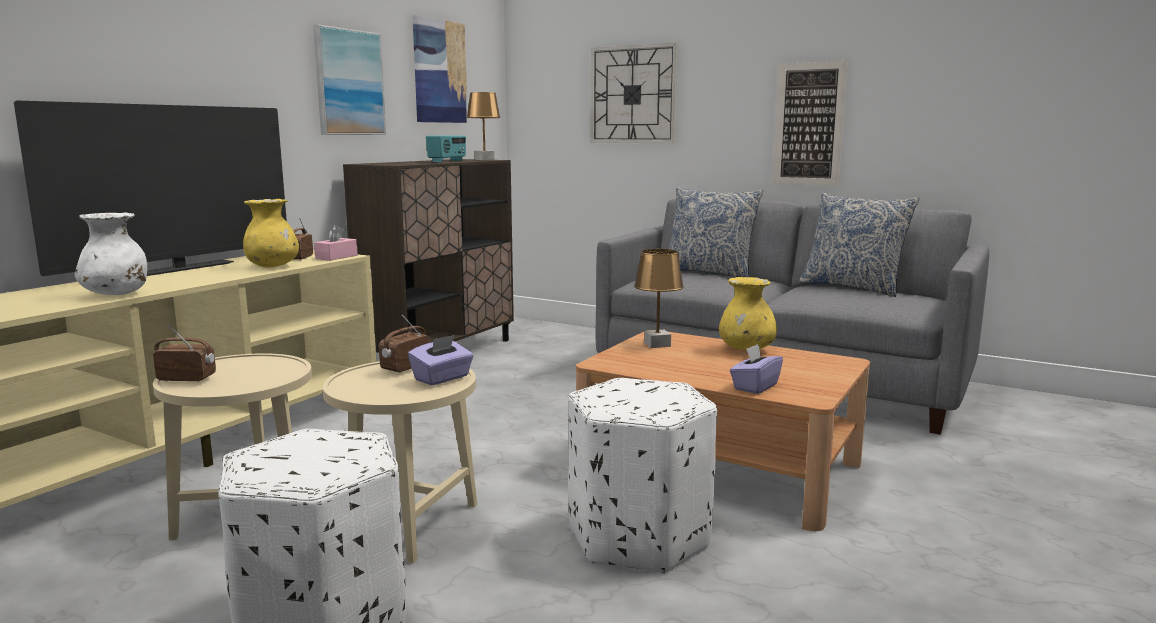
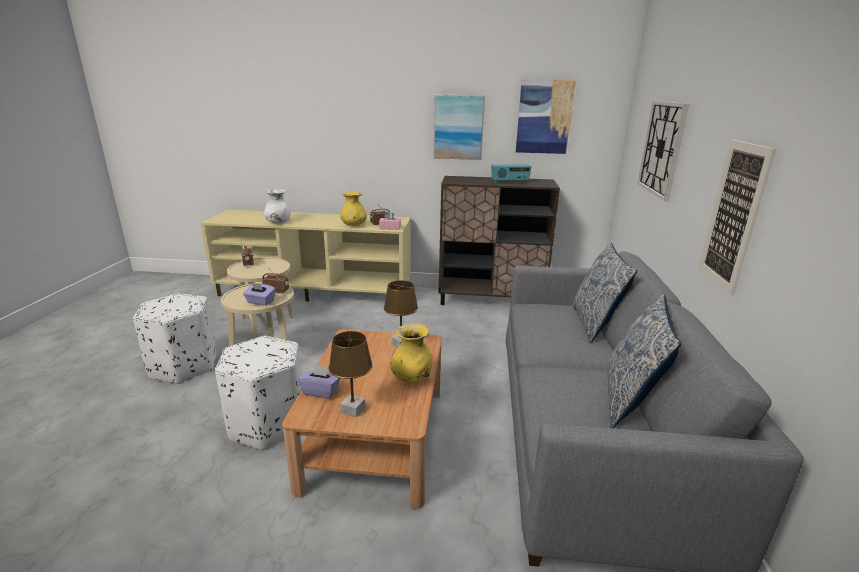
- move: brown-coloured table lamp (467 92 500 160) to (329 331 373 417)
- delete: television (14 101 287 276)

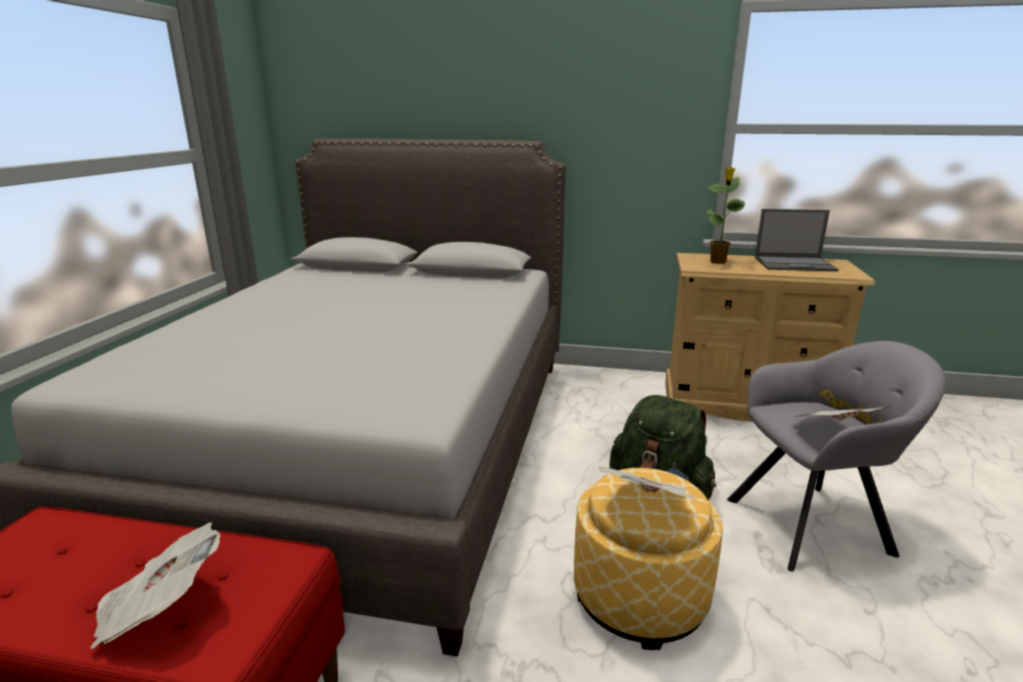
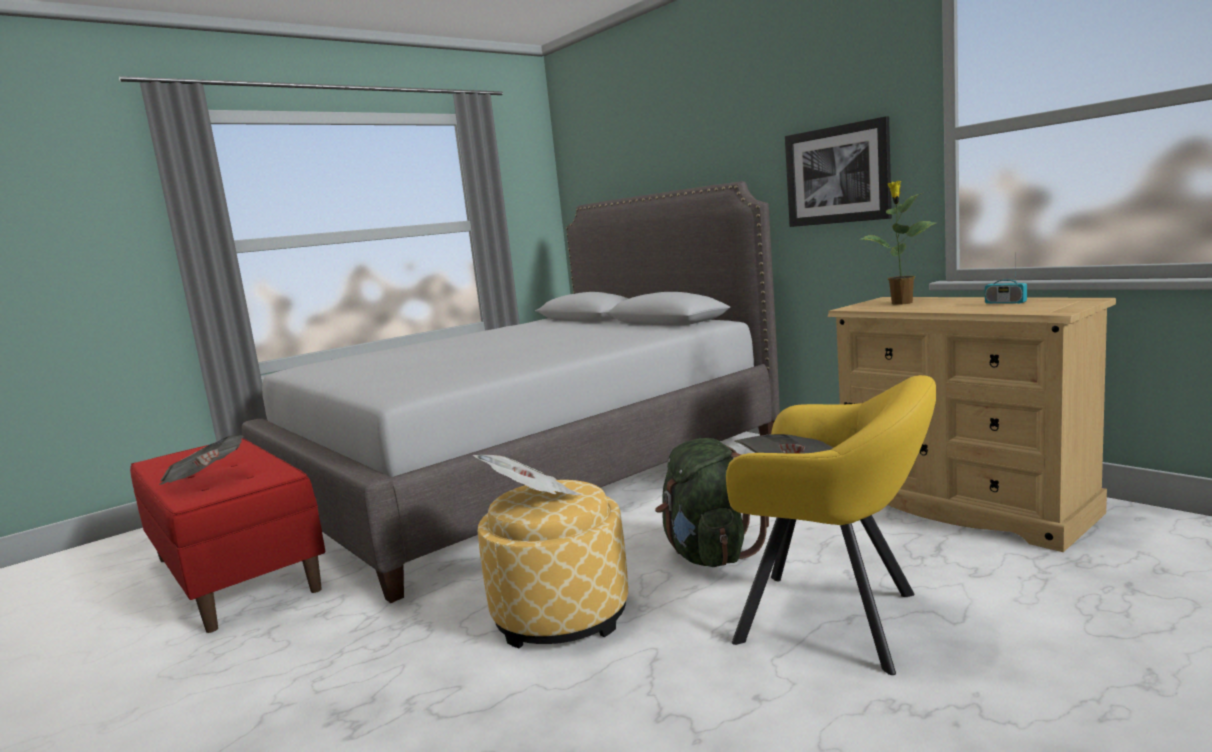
- replace: notebook computer (755 209 839 271) to radio (985 261 1027 304)
- recolor: greyish armchair (727 341 946 572) to yellow-coloured armchair (726 375 936 675)
- insert: wall picture (785 116 892 227)

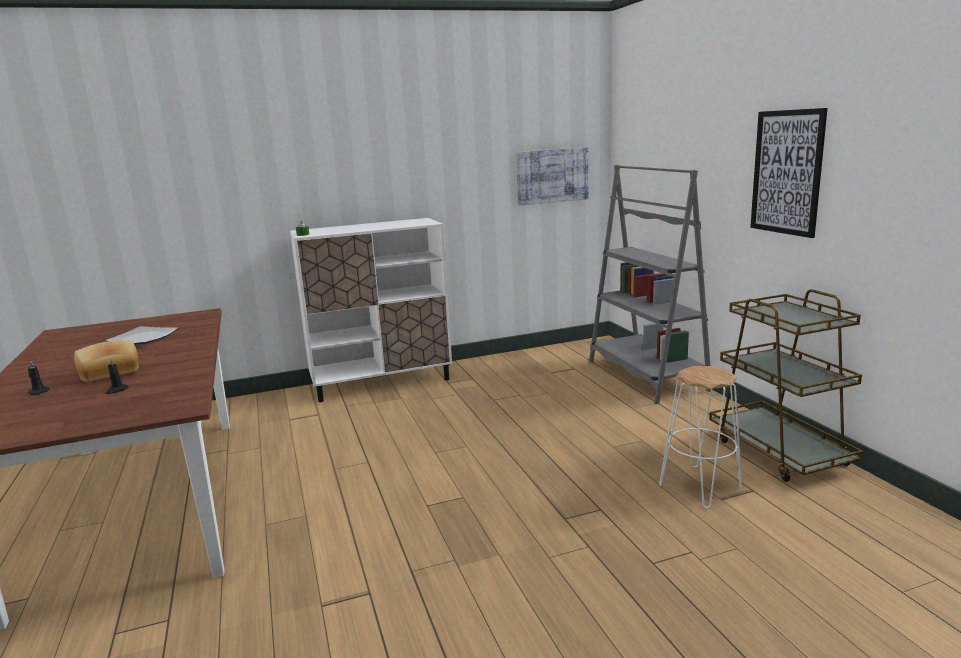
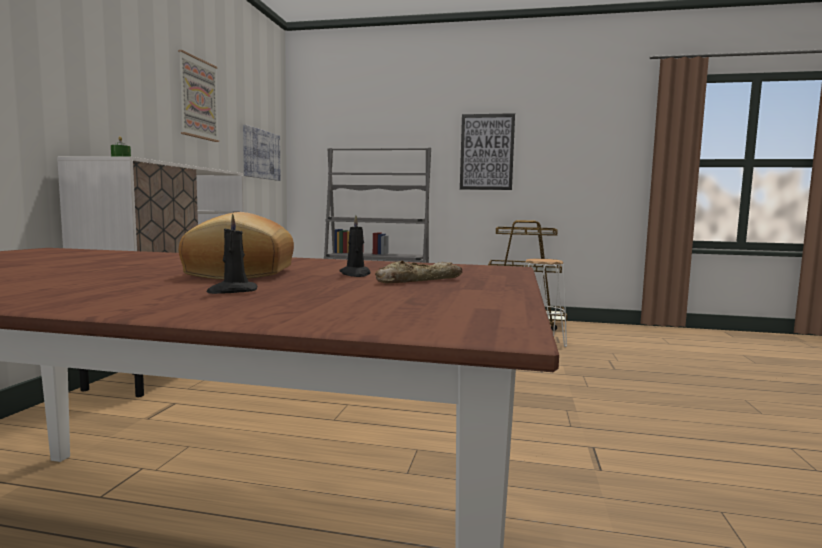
- delete: dinner plate (106 326 178 344)
- insert: wall picture (178 50 219 142)
- insert: bakery bread (375 261 462 283)

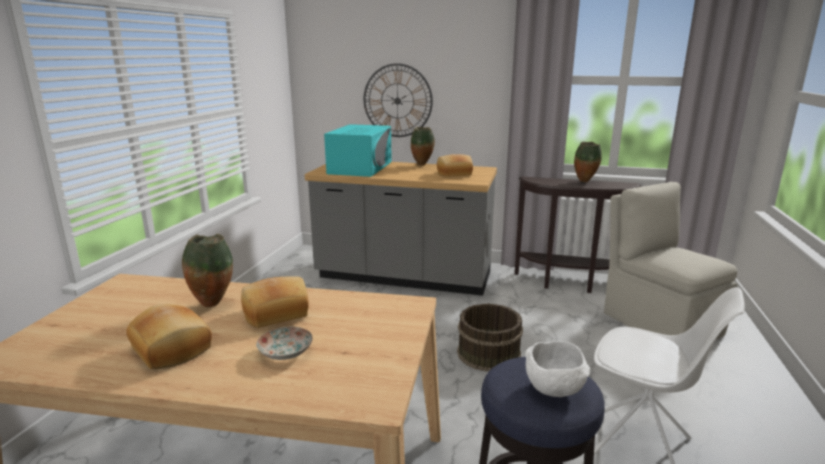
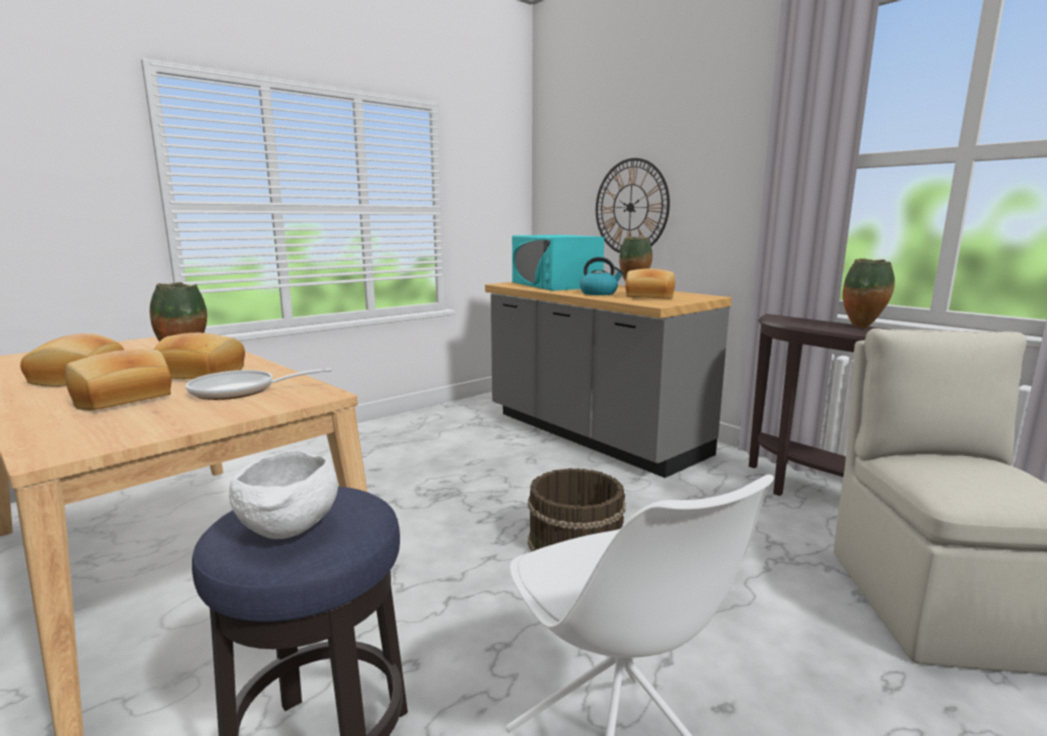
- rotate: turquoise-coloured kitchen microwave (324 124 392 177) = (512 235 604 291) 105 degrees clockwise
- replace: dinner plate (256 327 313 360) to bakery bread (65 350 172 410)
- insert: tea kettle (580 257 624 295)
- insert: frying pan (186 368 332 400)

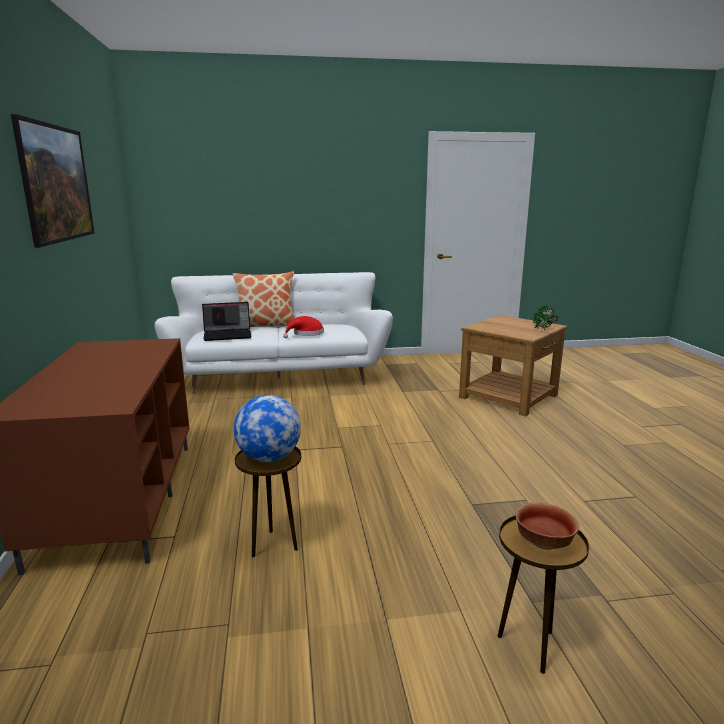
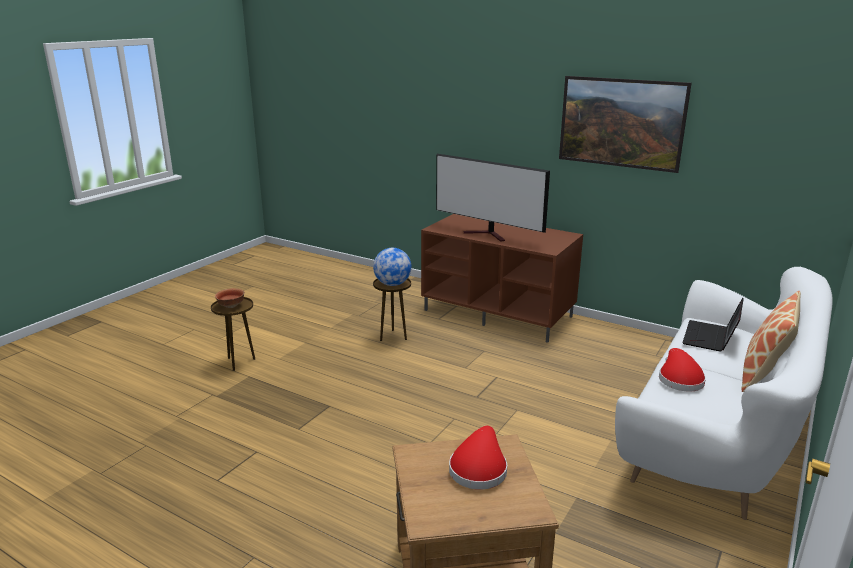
- delete: plant in a pot (533 305 559 330)
- insert: television (436 154 550 242)
- insert: red clothing hat (449 426 507 490)

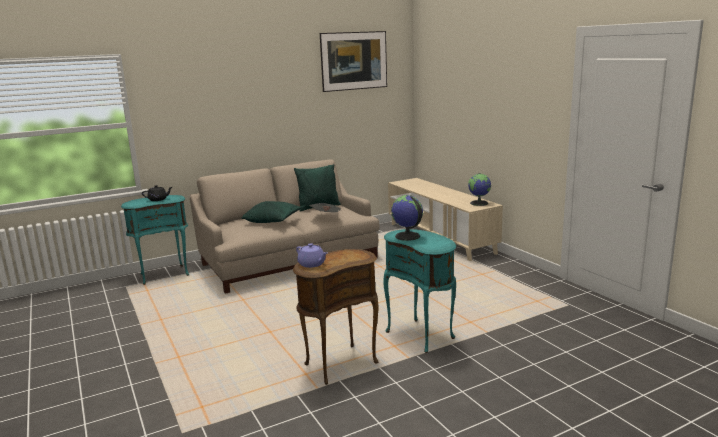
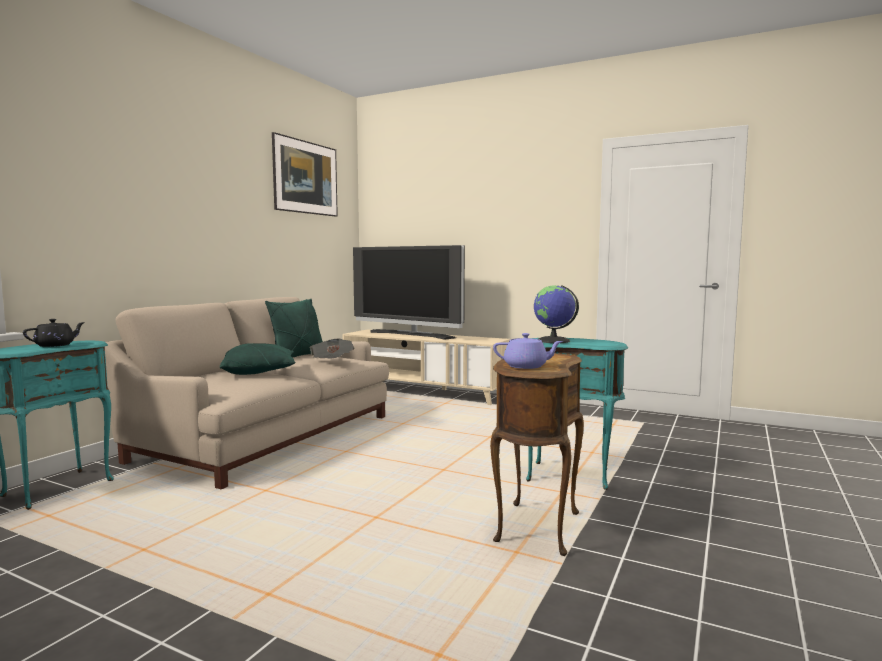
- delete: globe (468 173 491 206)
- insert: television (353 245 465 339)

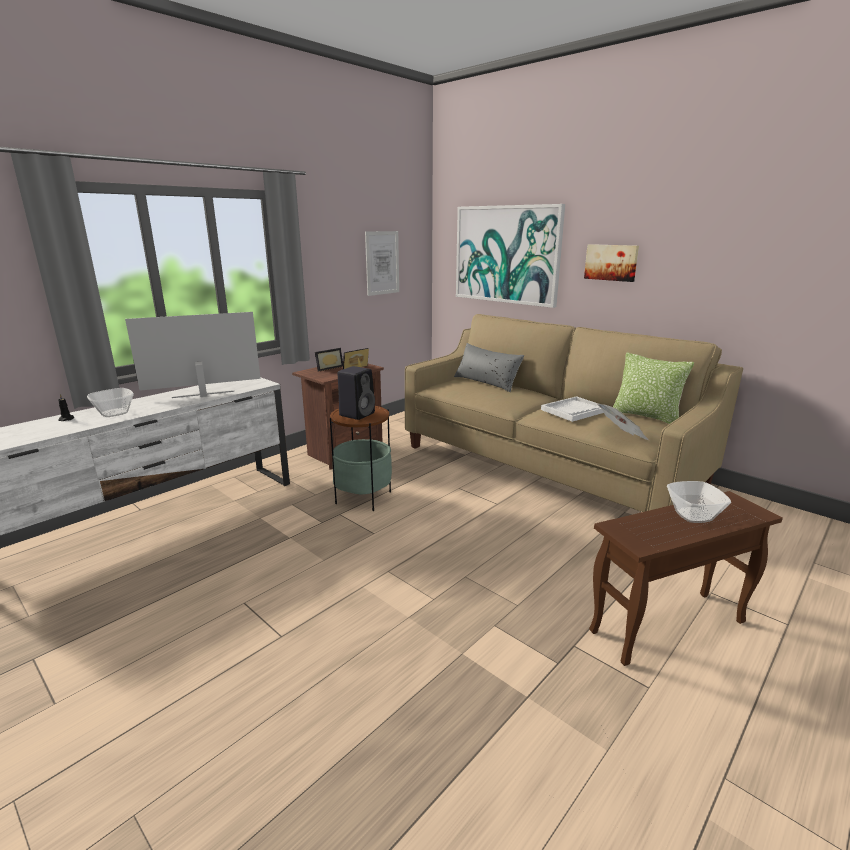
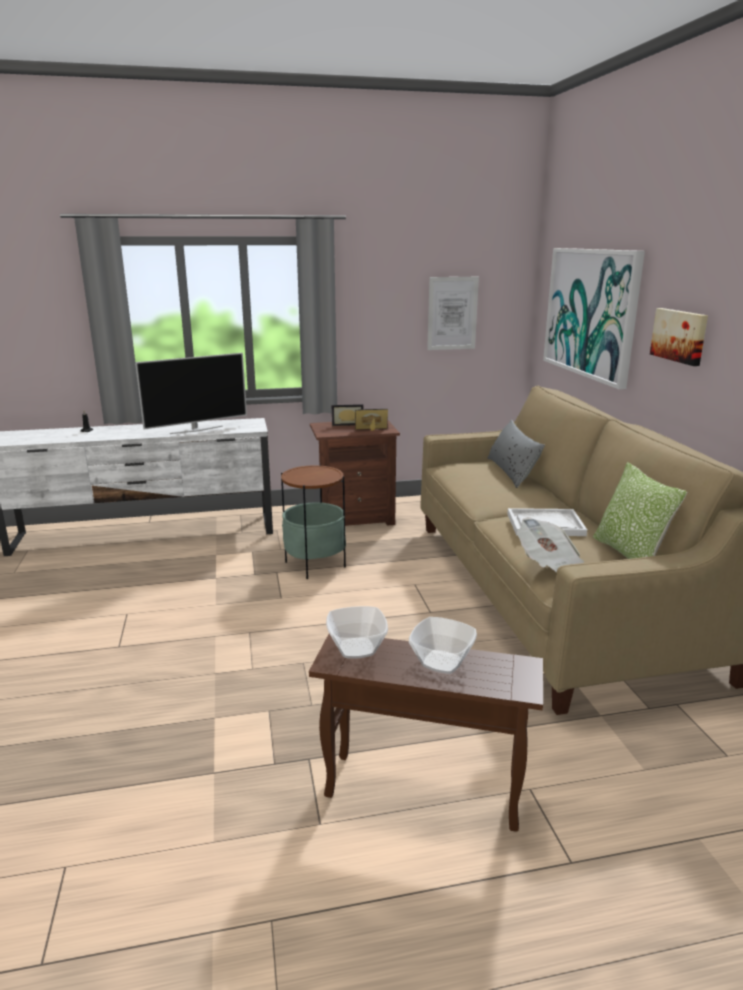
- rotate: television (125 312 260 398) = (135 353 247 434) 135 degrees clockwise
- delete: black-coloured audio speaker (337 366 375 420)
- move: deep dish (87 388 134 417) to (326 606 388 658)

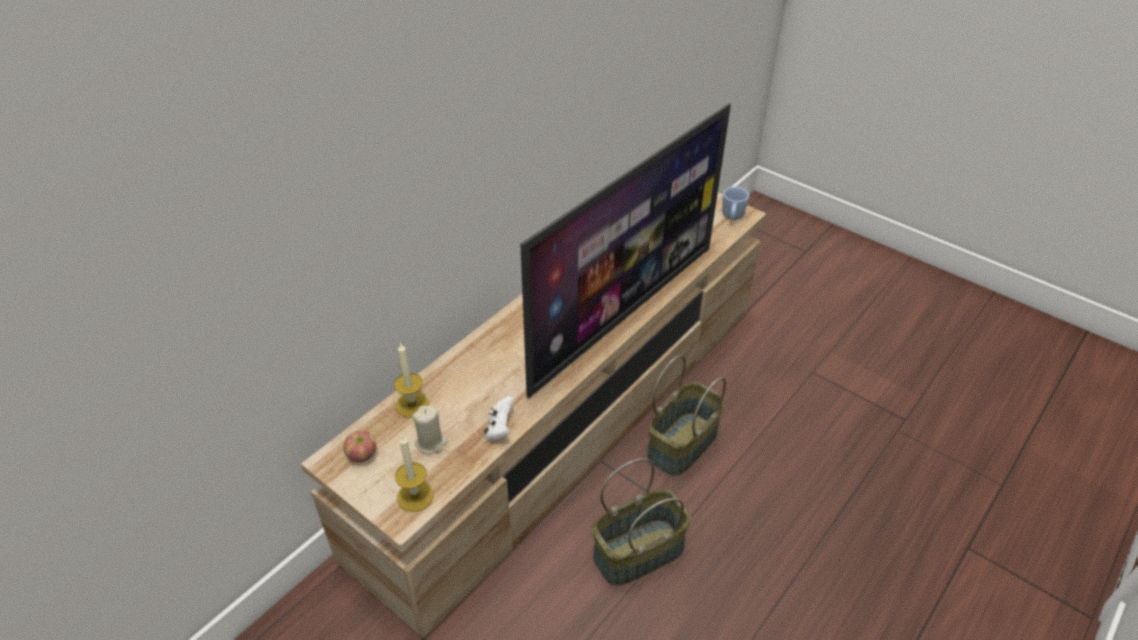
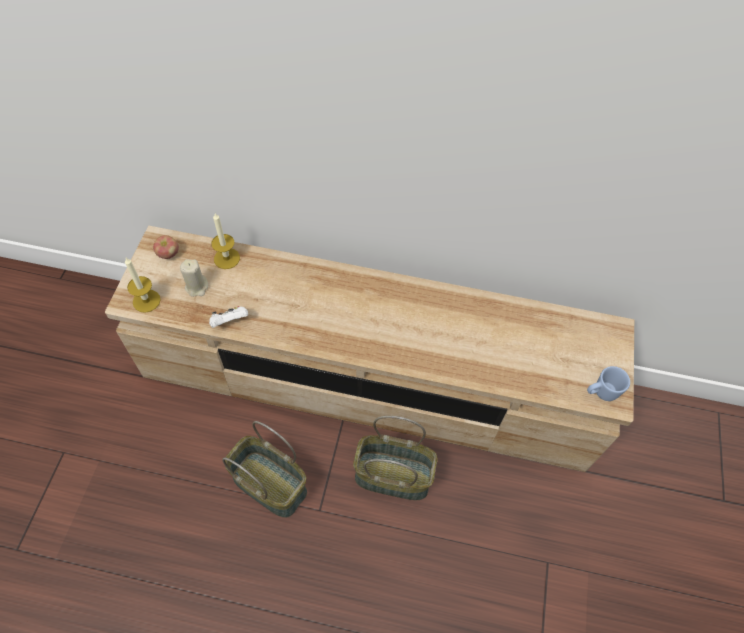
- delete: television (520 103 731 398)

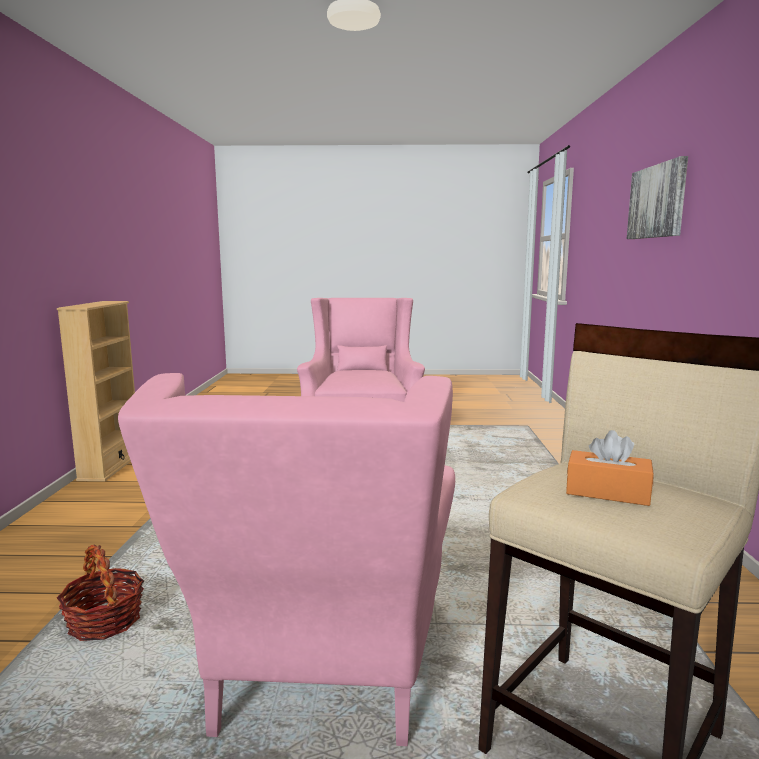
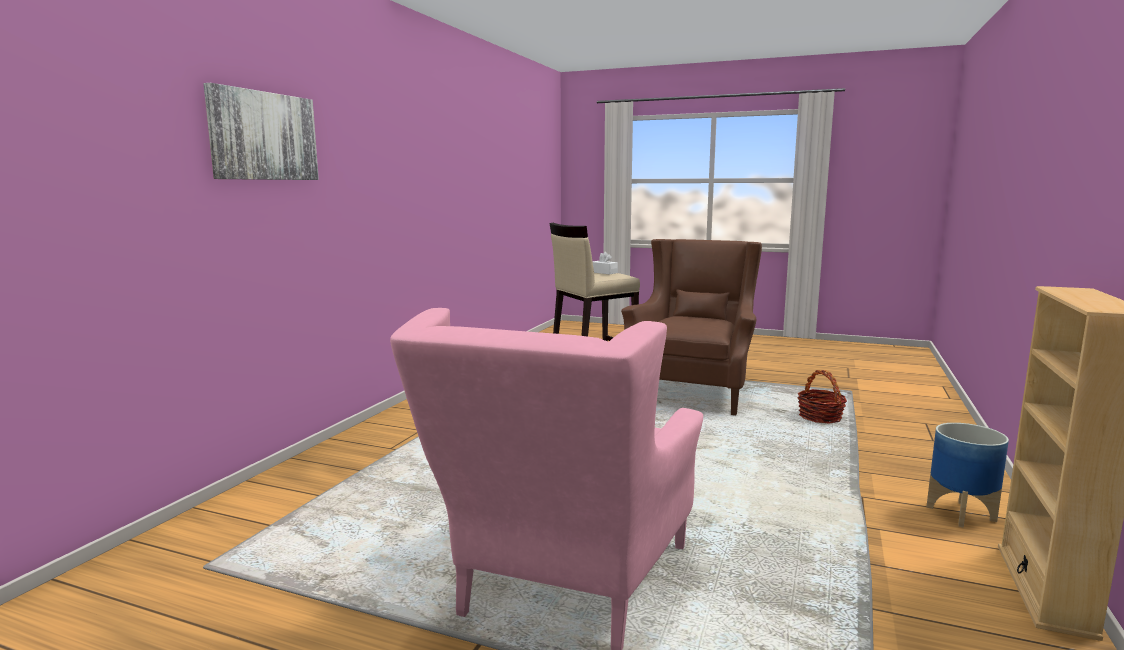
- recolor: pink armchair (118 373 455 746) to brown-coloured armchair (621 239 762 415)
- recolor: orangey box of tissues (566 430 654 506) to whitish box of tissues (592 252 618 274)
- insert: planter (926 423 1009 528)

